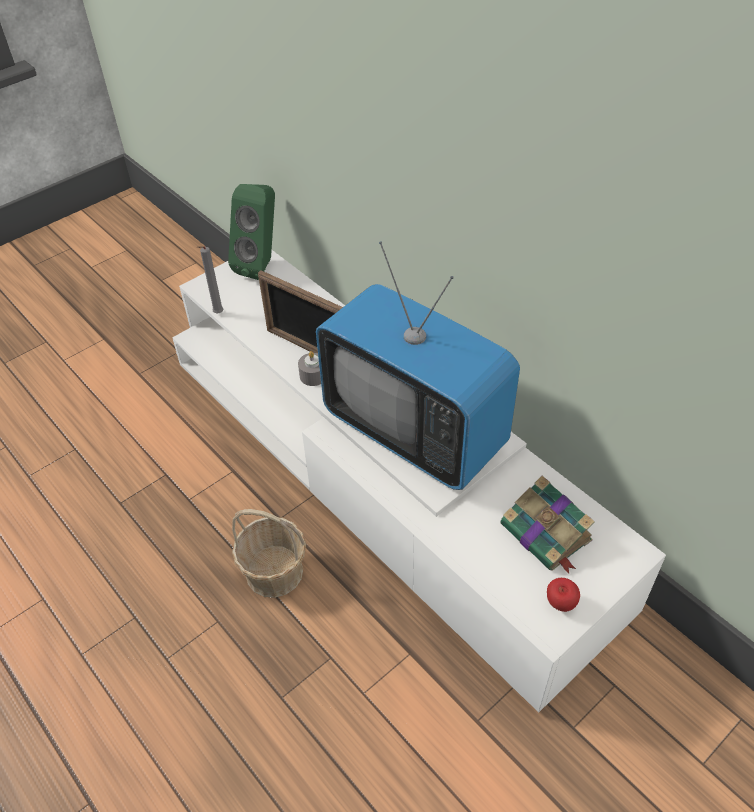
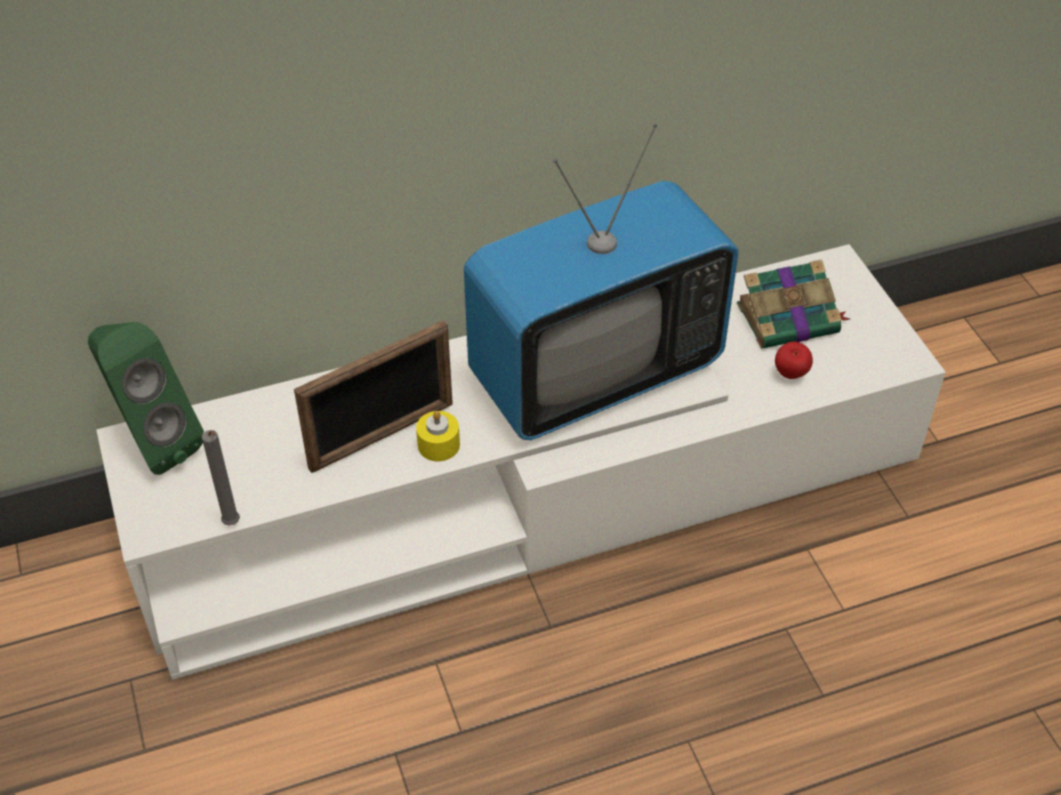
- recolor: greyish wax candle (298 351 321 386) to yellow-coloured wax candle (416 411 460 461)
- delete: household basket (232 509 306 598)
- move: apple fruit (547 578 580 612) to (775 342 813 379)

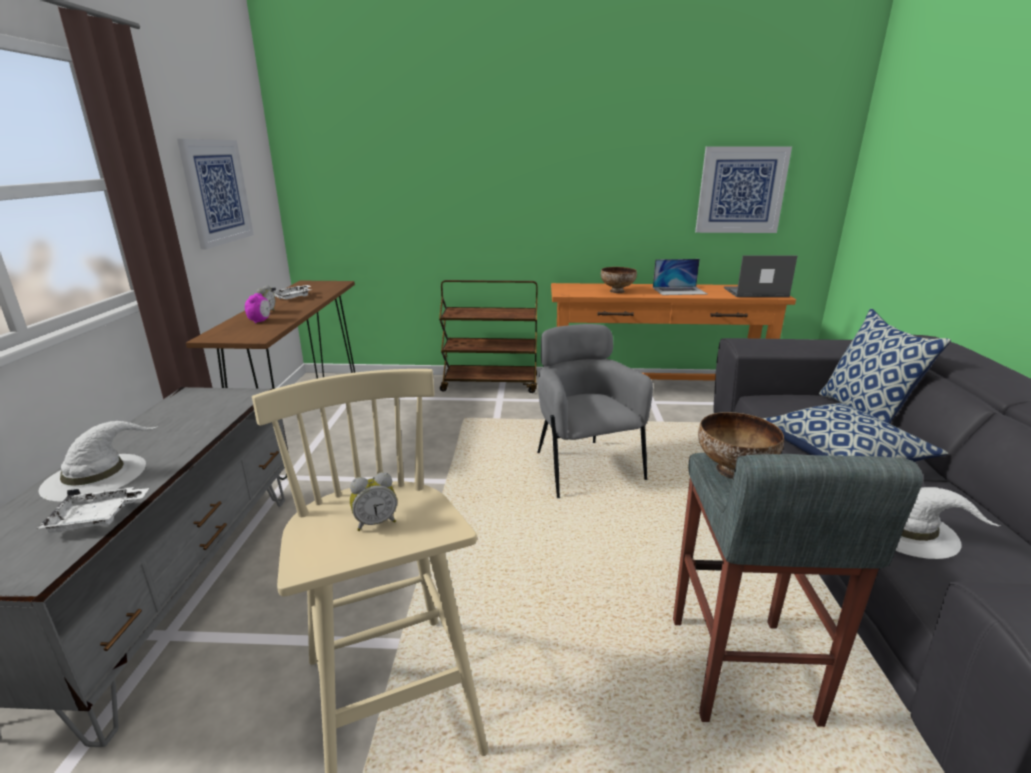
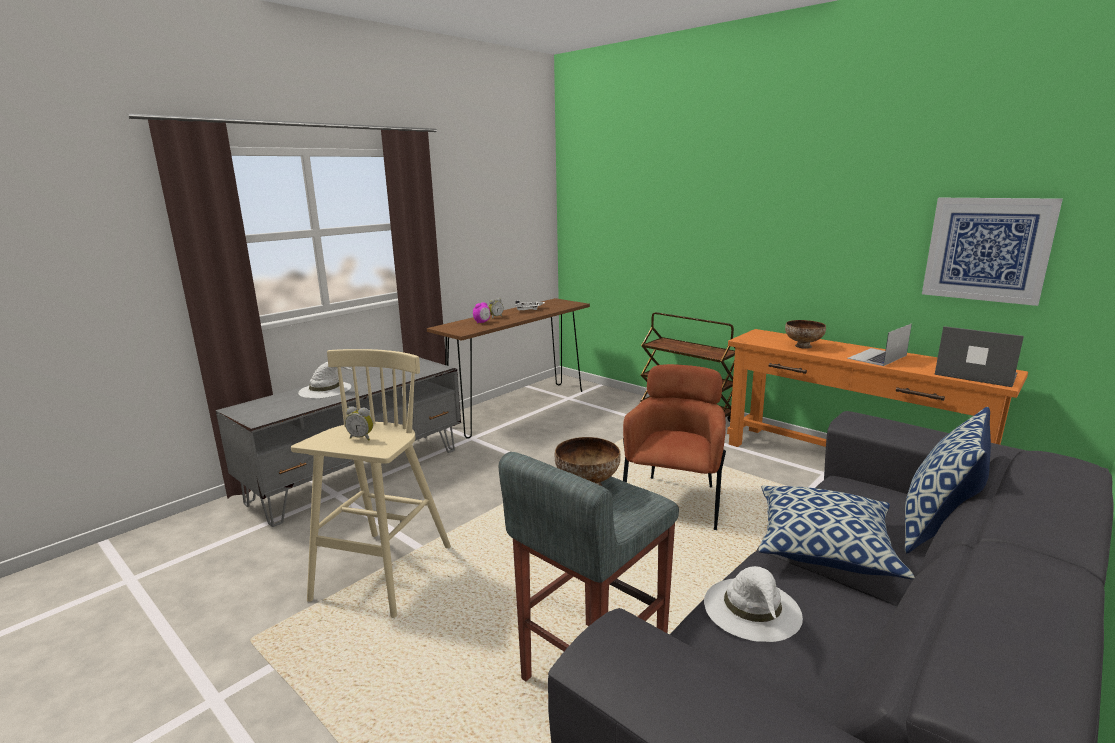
- delete: wall picture (177 139 254 249)
- rotate: notebook computer (653 259 707 295) = (847 323 912 366) 105 degrees clockwise
- recolor: greyish armchair (537 324 653 498) to brown-coloured armchair (623 364 726 530)
- delete: whitish serving tray (37 486 149 533)

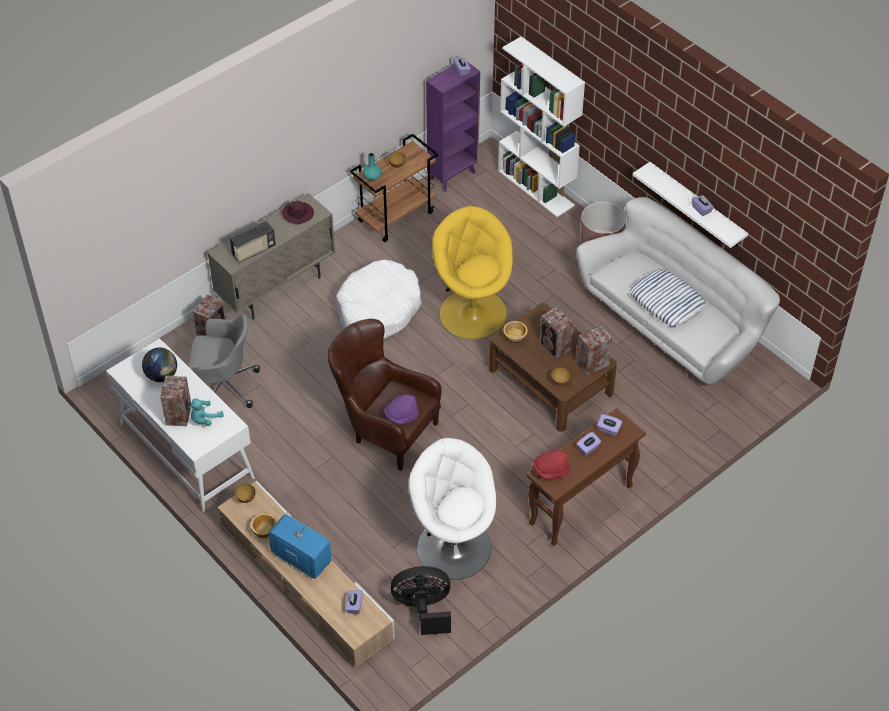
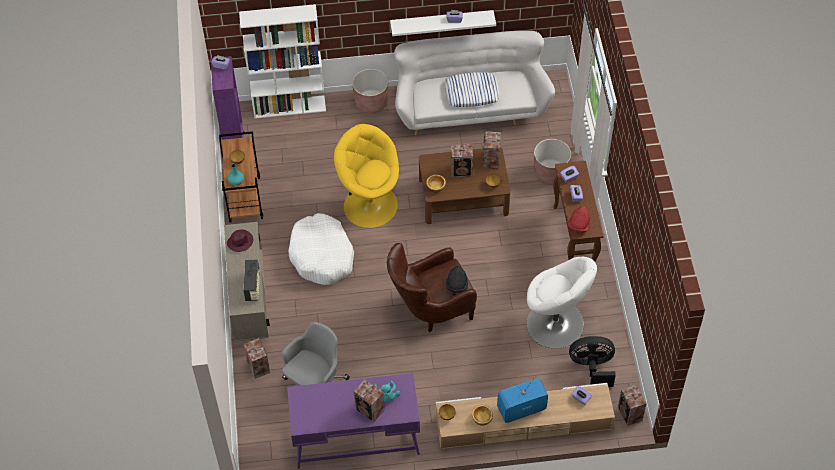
- rotate: yellow-coloured armchair (432 206 513 339) = (334 124 399 228) 45 degrees clockwise
- recolor: whitish desk (106 338 255 512) to purple desk (287 373 420 469)
- delete: globe (142 348 177 382)
- recolor: purple clothing hat (384 394 419 425) to black-coloured clothing hat (446 266 468 293)
- rotate: whitish armchair (409 438 496 580) = (527 257 597 349) 120 degrees counterclockwise
- rotate: black-coloured fan (391 566 451 635) = (569 336 616 387) 60 degrees clockwise
- insert: brown-coloured planter (534 139 571 185)
- insert: audio speaker (618 385 647 426)

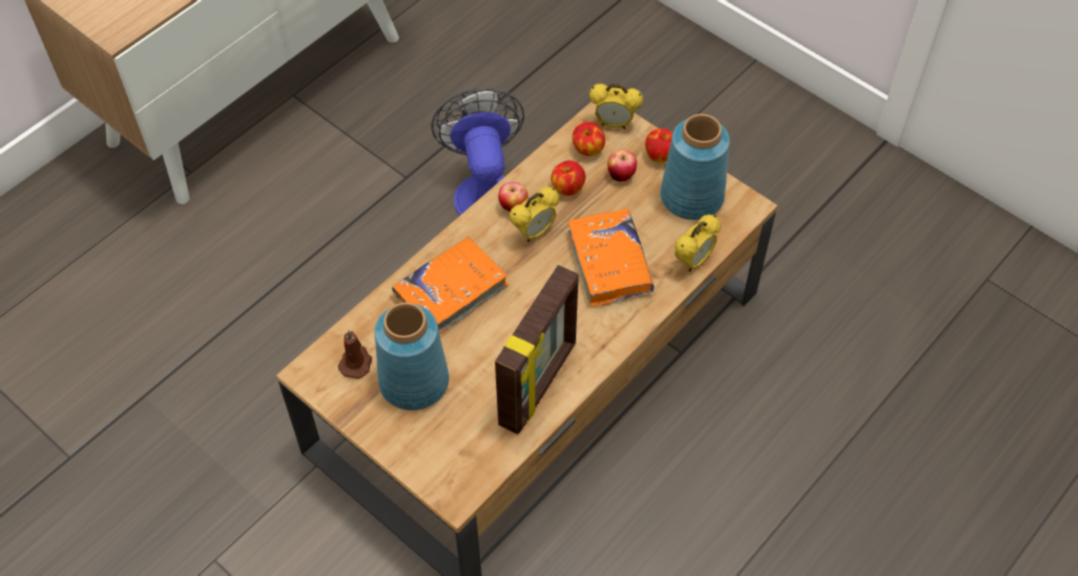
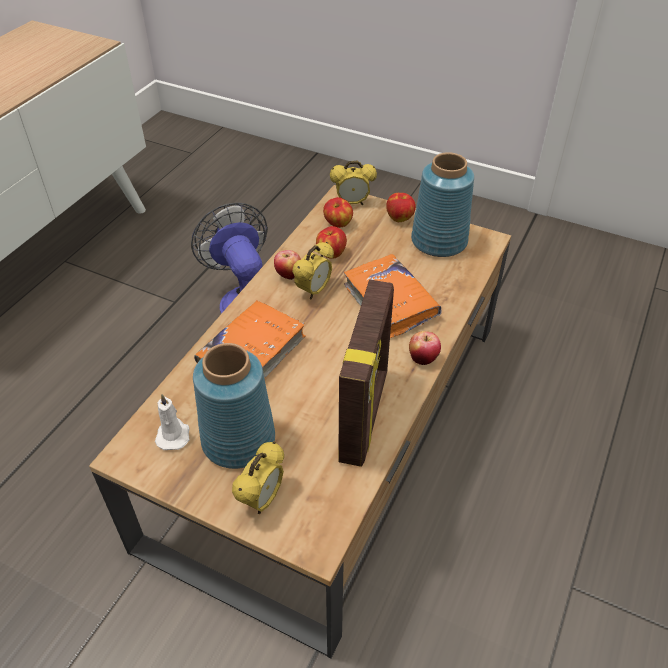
- move: apple fruit (608 150 637 182) to (409 331 441 365)
- move: alarm clock (674 215 721 272) to (232 441 284 514)
- recolor: brown-coloured wax candle (338 330 372 379) to whitish wax candle (155 394 190 450)

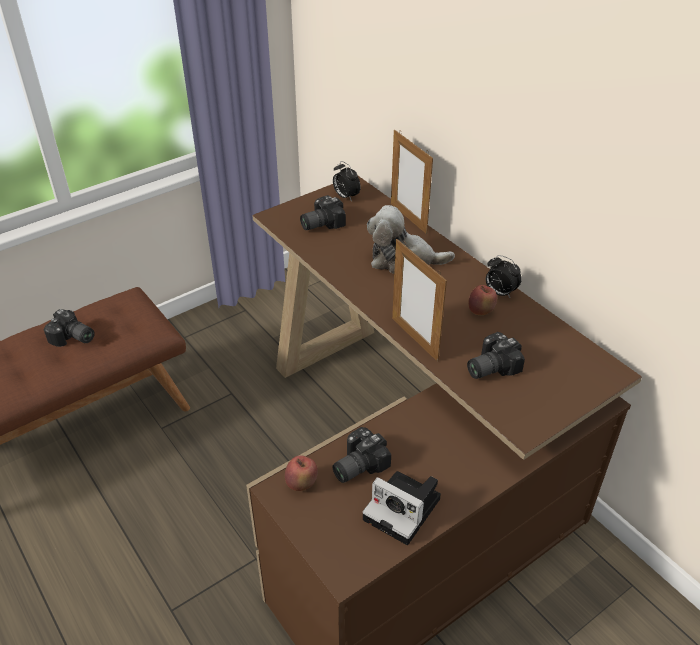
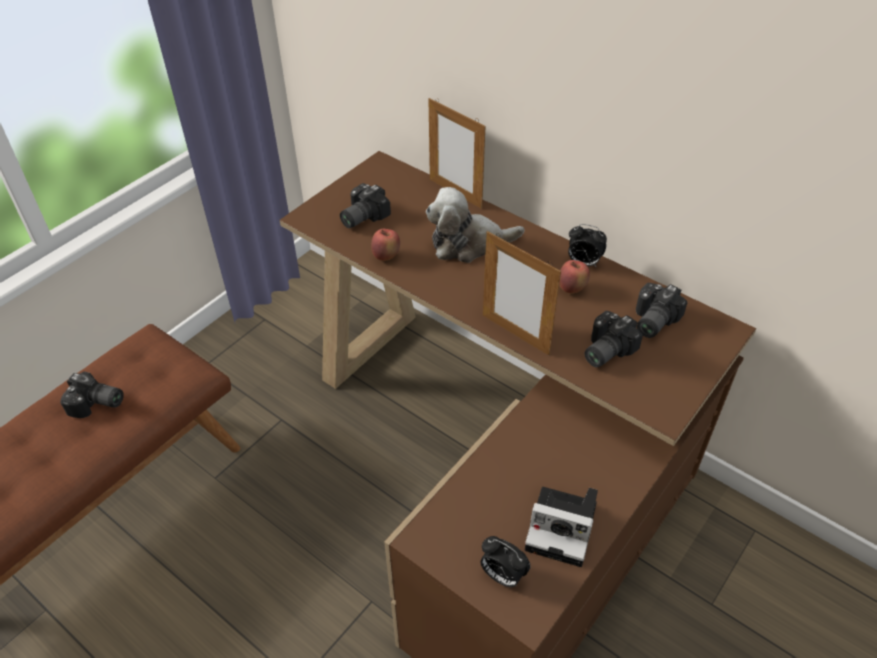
- move: alarm clock (333 161 361 202) to (480 536 531 587)
- move: photo camera (332 427 391 483) to (636 283 688 338)
- move: apple fruit (285 455 318 491) to (371 229 400 261)

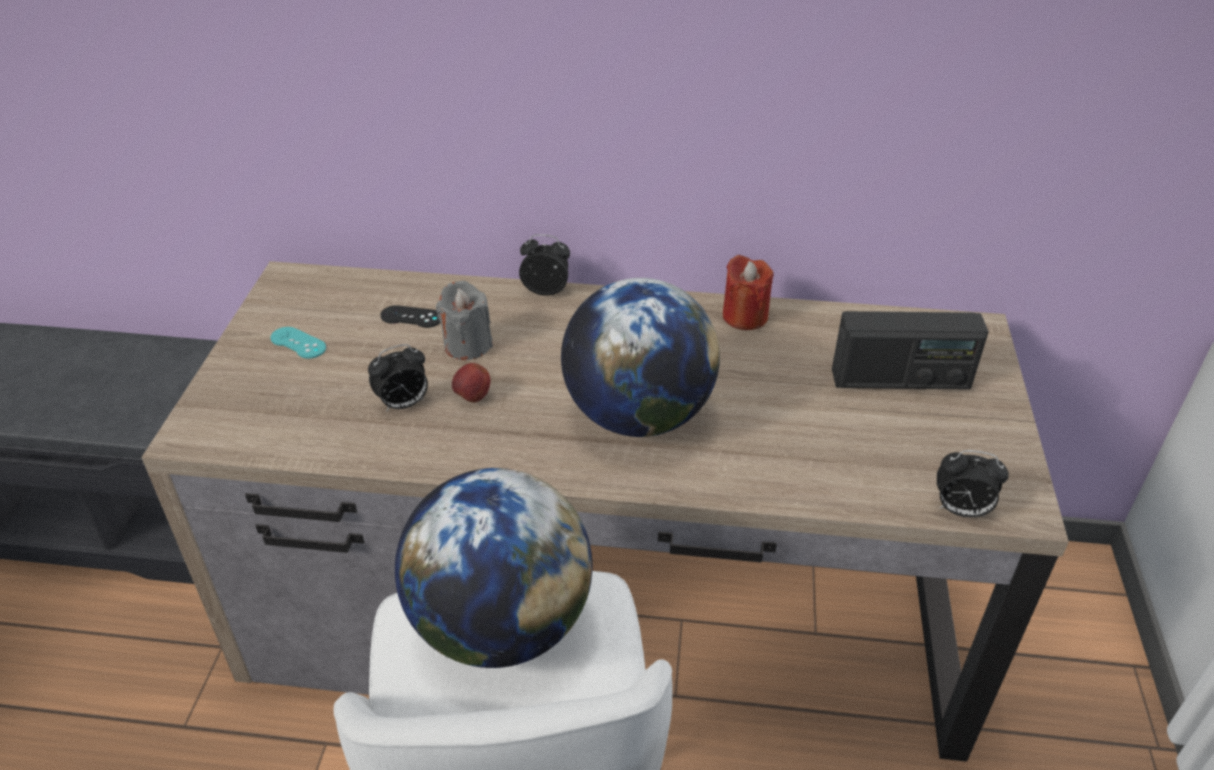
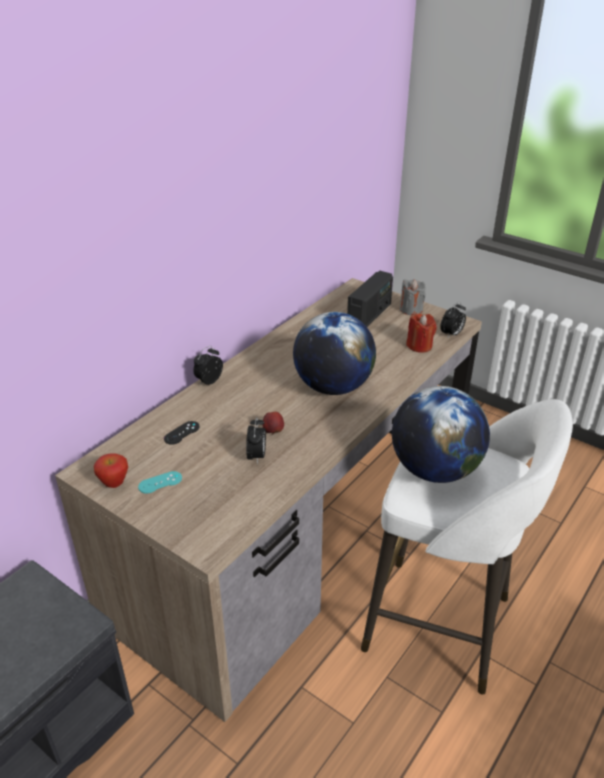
- move: red wax candle (723 255 773 330) to (406 313 437 353)
- move: greyish wax candle (436 281 493 360) to (400 279 426 315)
- insert: apple fruit (94 453 128 488)

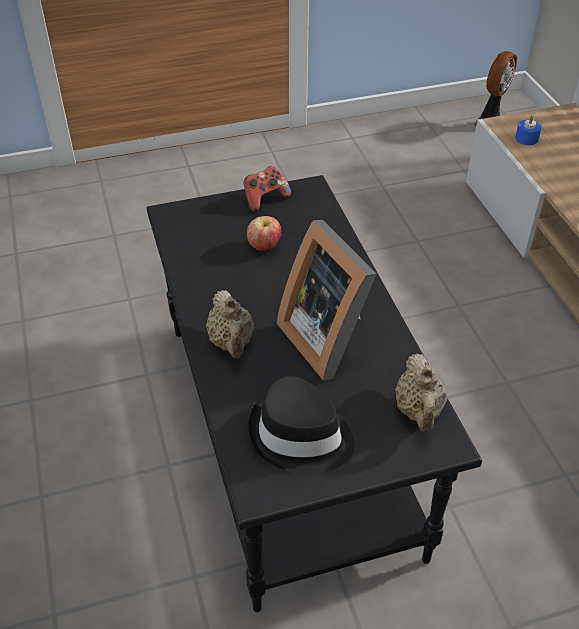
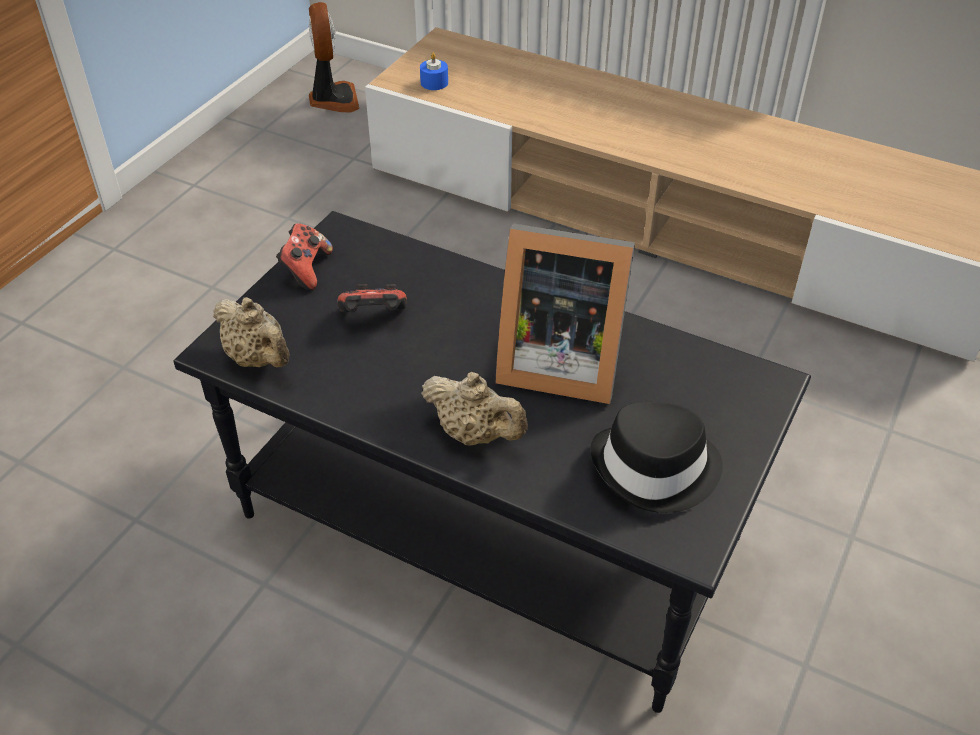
- replace: apple fruit (247 216 282 251) to game controller (337 284 407 313)
- move: sand-coloured teapot (395 353 447 432) to (213 297 289 368)

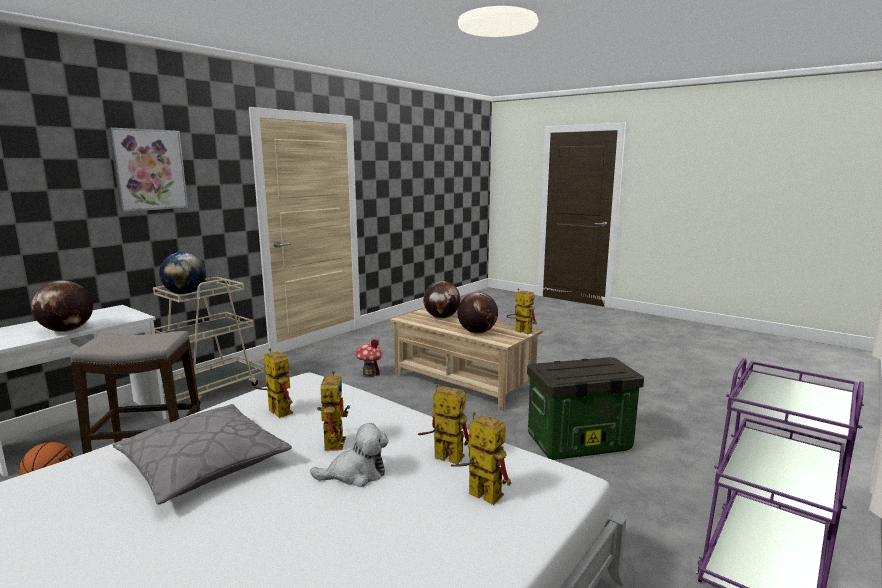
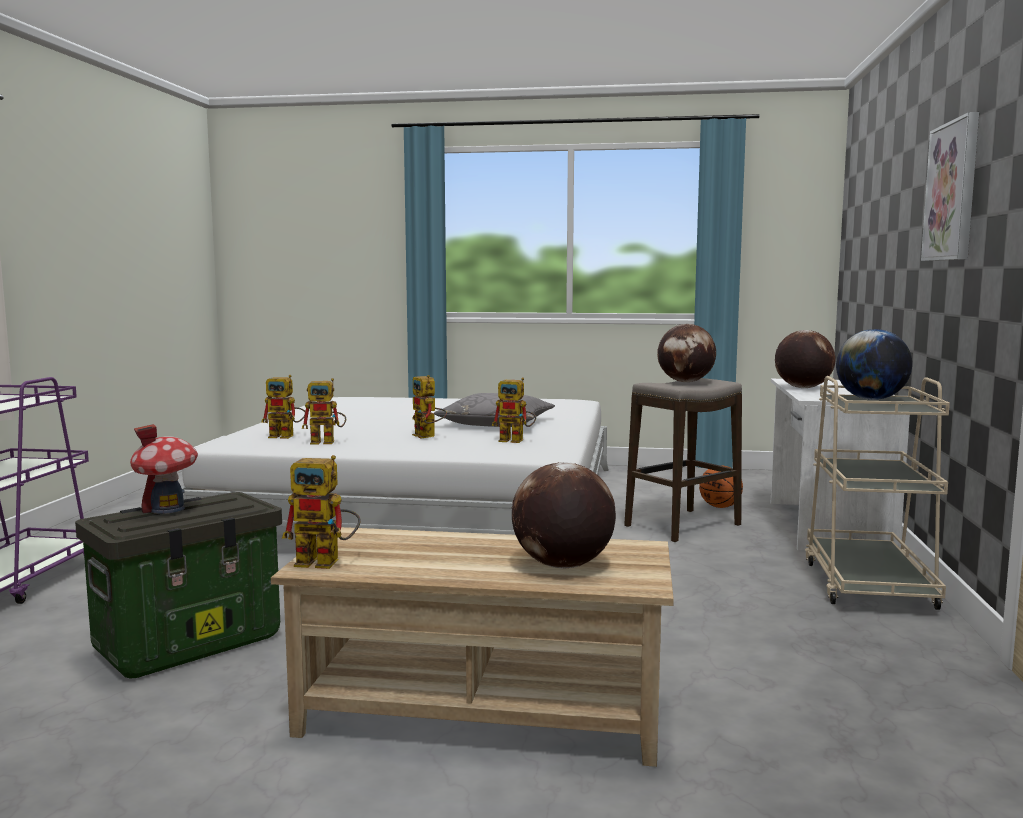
- move: globe (458 292 498 333) to (657 324 716 382)
- move: miniature house (355 339 382 377) to (130 424 198 514)
- delete: plush toy (310 423 389 487)

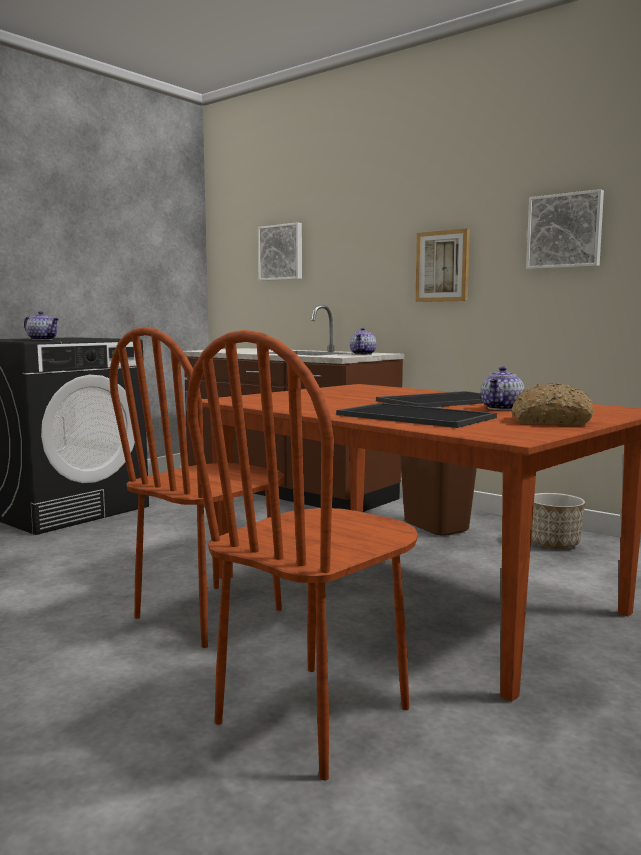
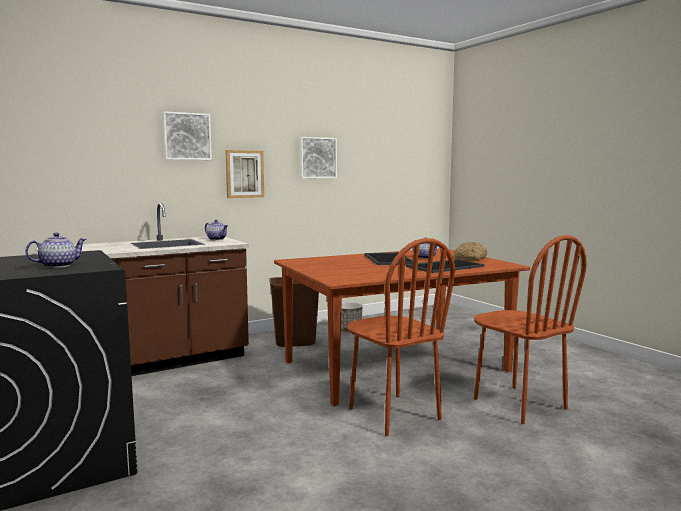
- move: wall picture (258 222 302 281) to (162 111 212 160)

